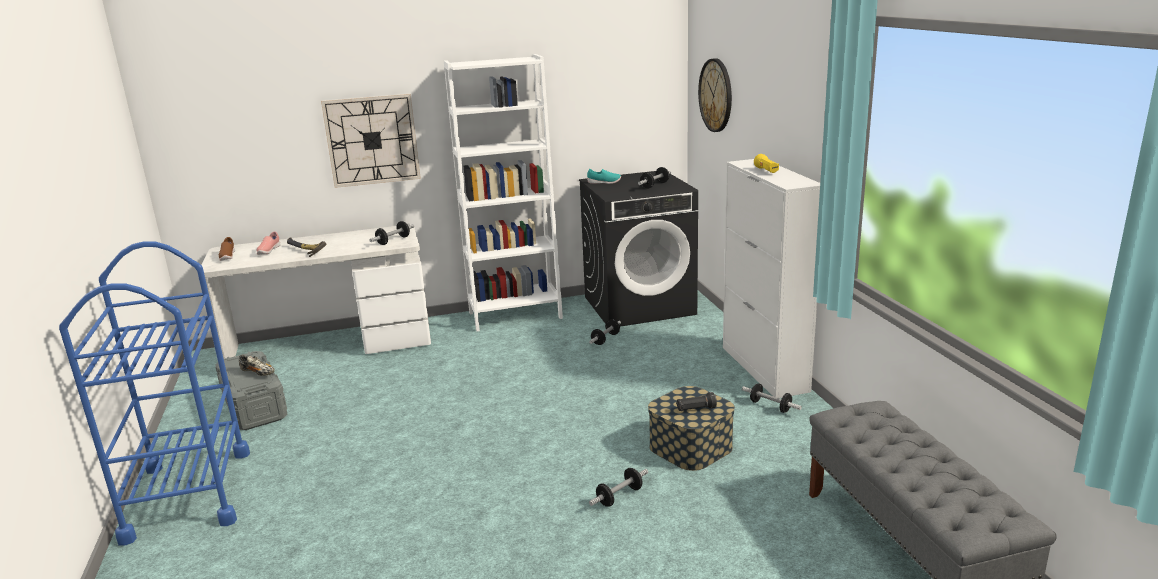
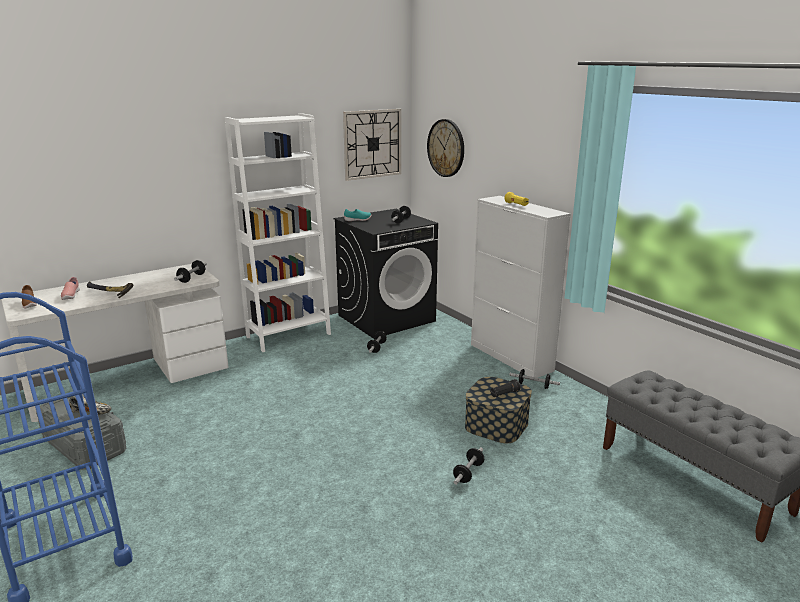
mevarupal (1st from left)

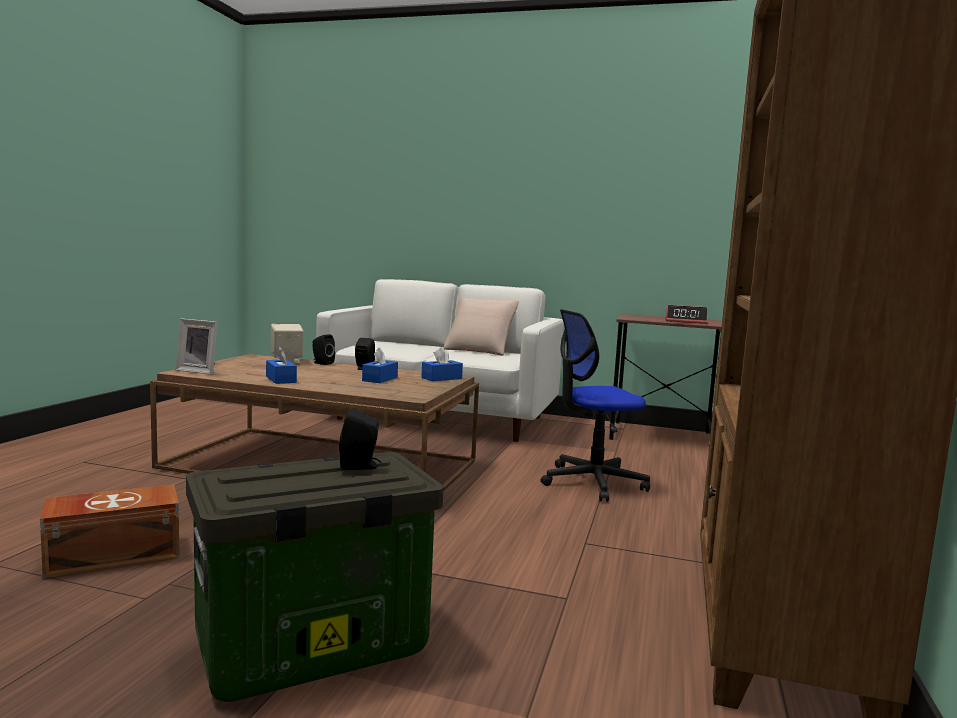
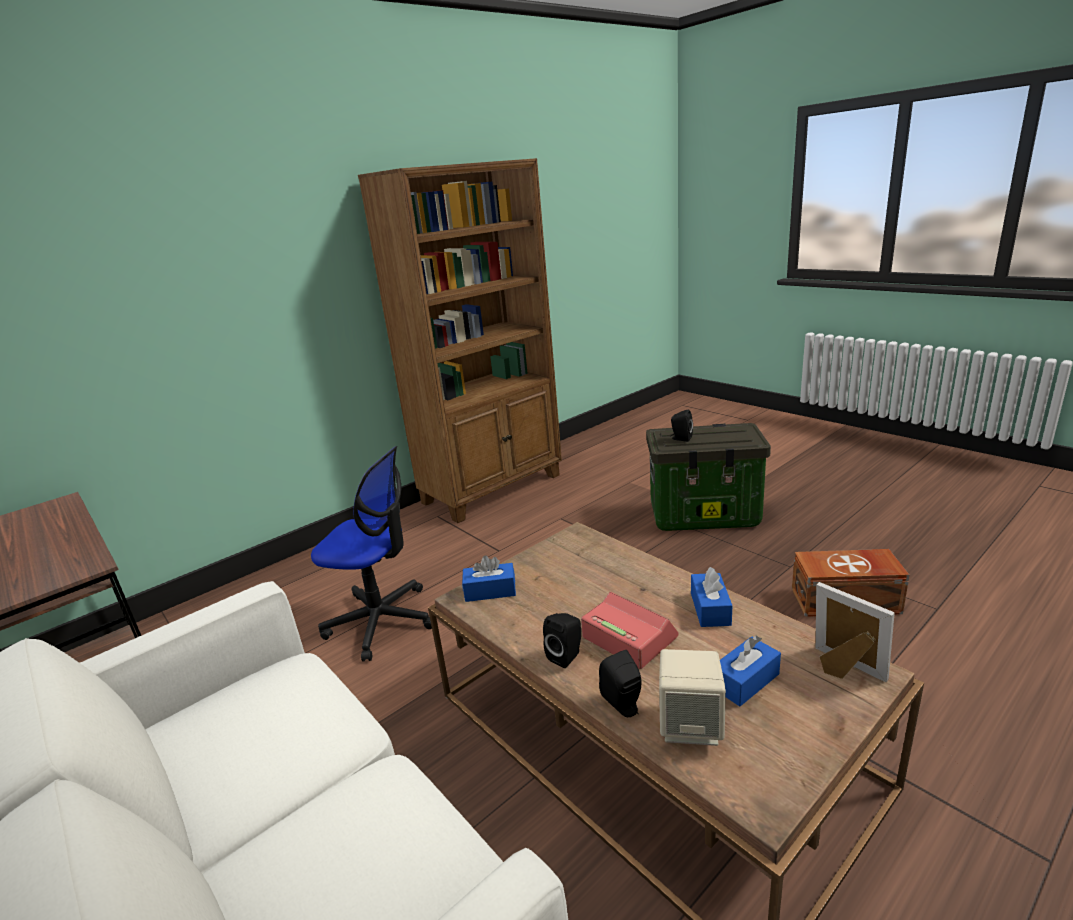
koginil
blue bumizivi (3rd from left)
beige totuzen

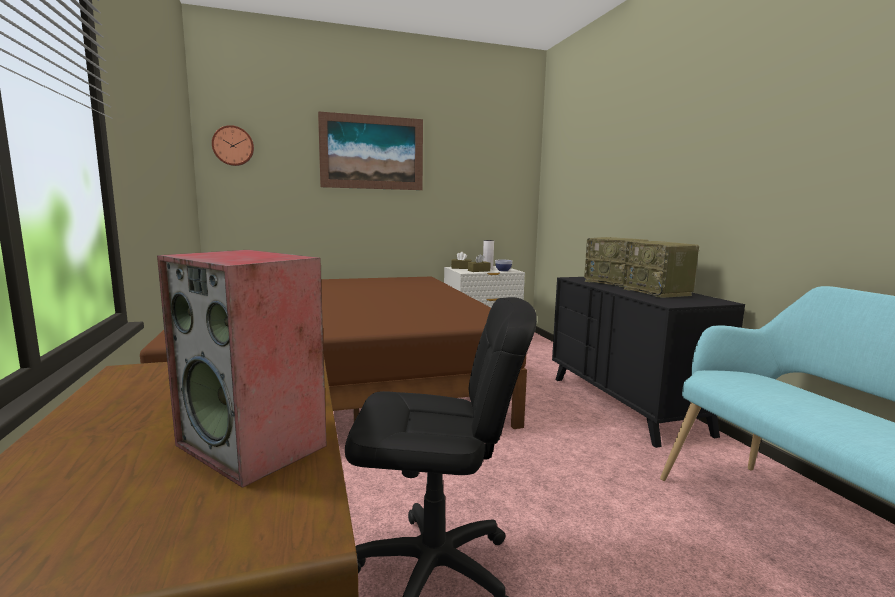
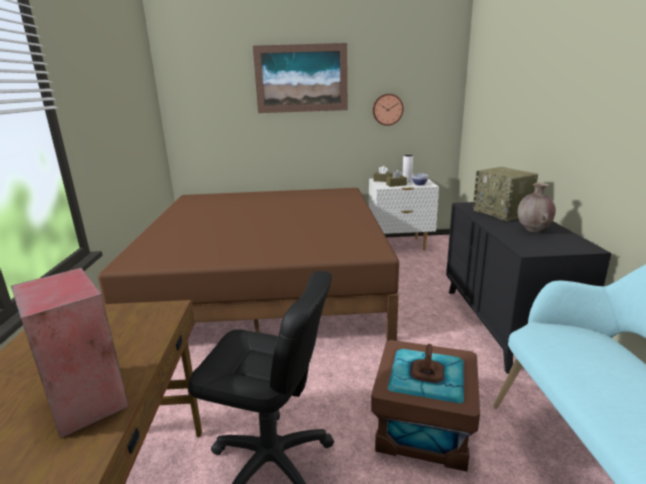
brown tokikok
mevarupal
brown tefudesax

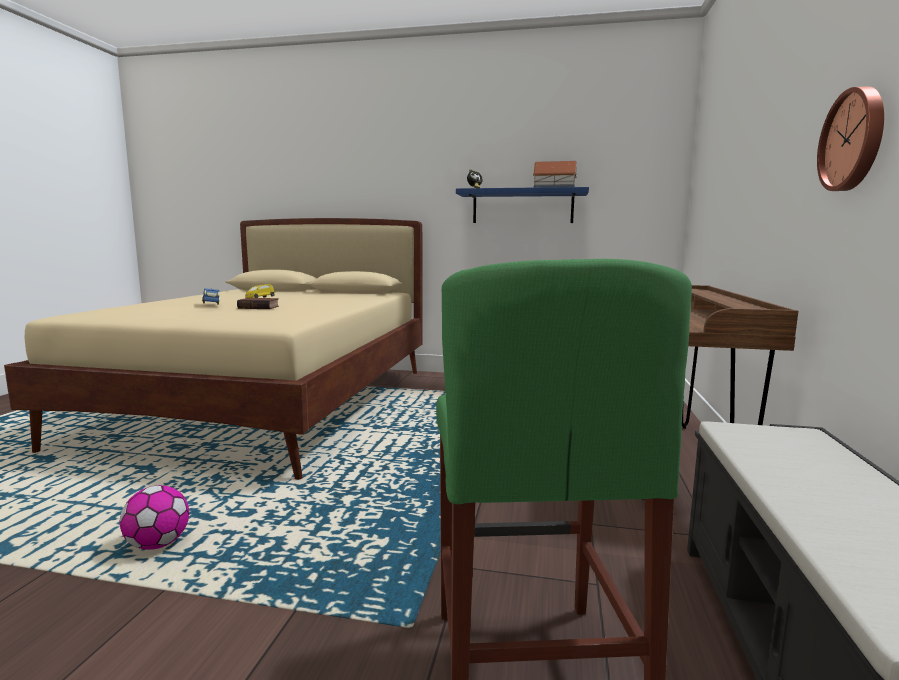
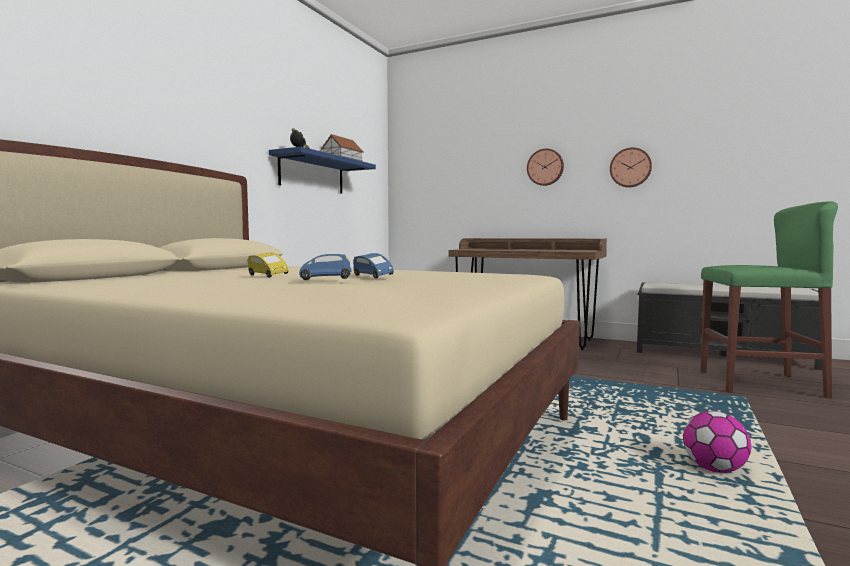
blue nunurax (2nd from left)
mevarupal (1st from left)

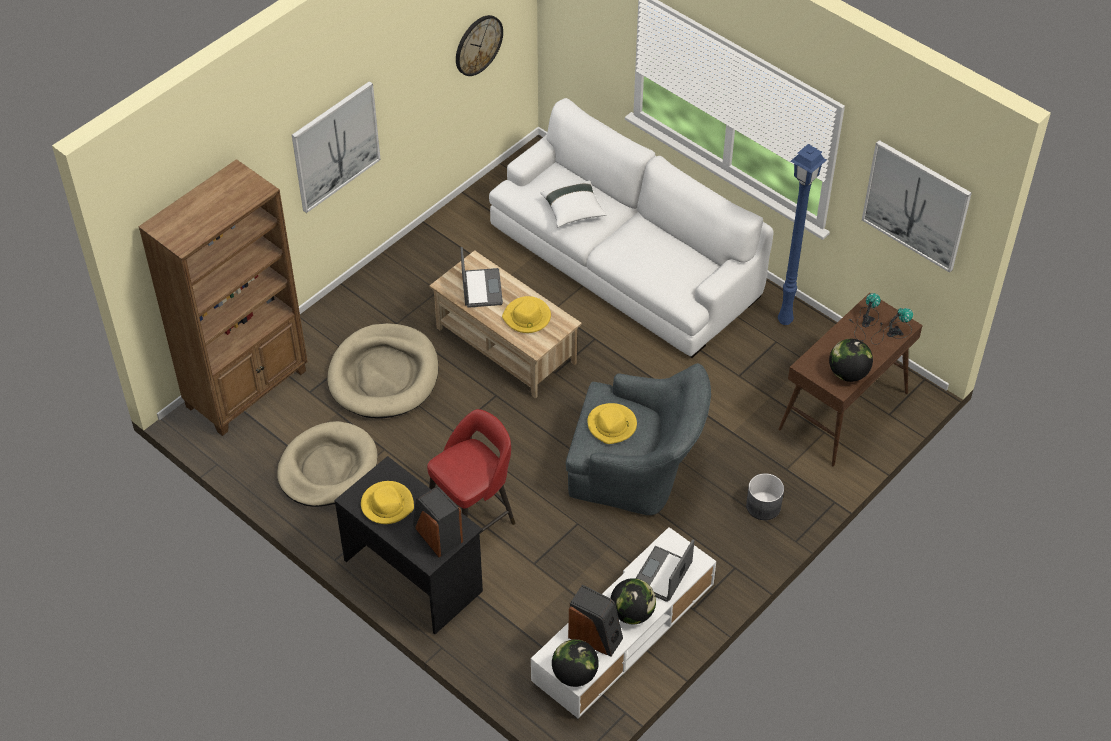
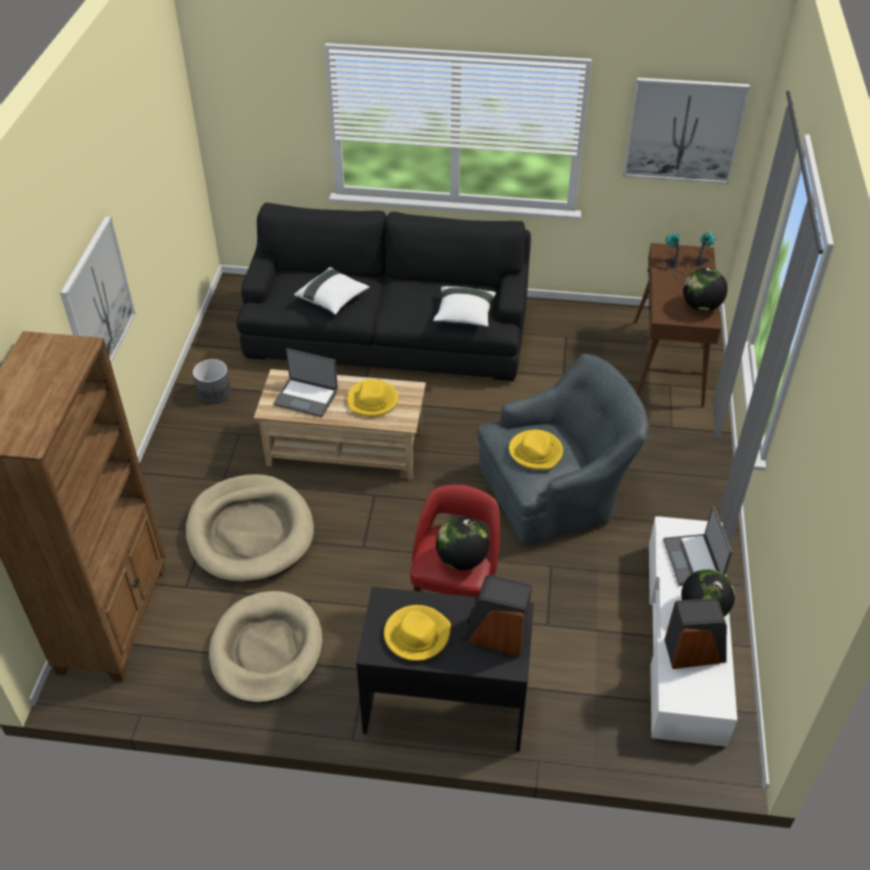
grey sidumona
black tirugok
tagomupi (1st from left)
white totuzen (2nd from left)
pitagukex (1st from left)
mevarupal
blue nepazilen

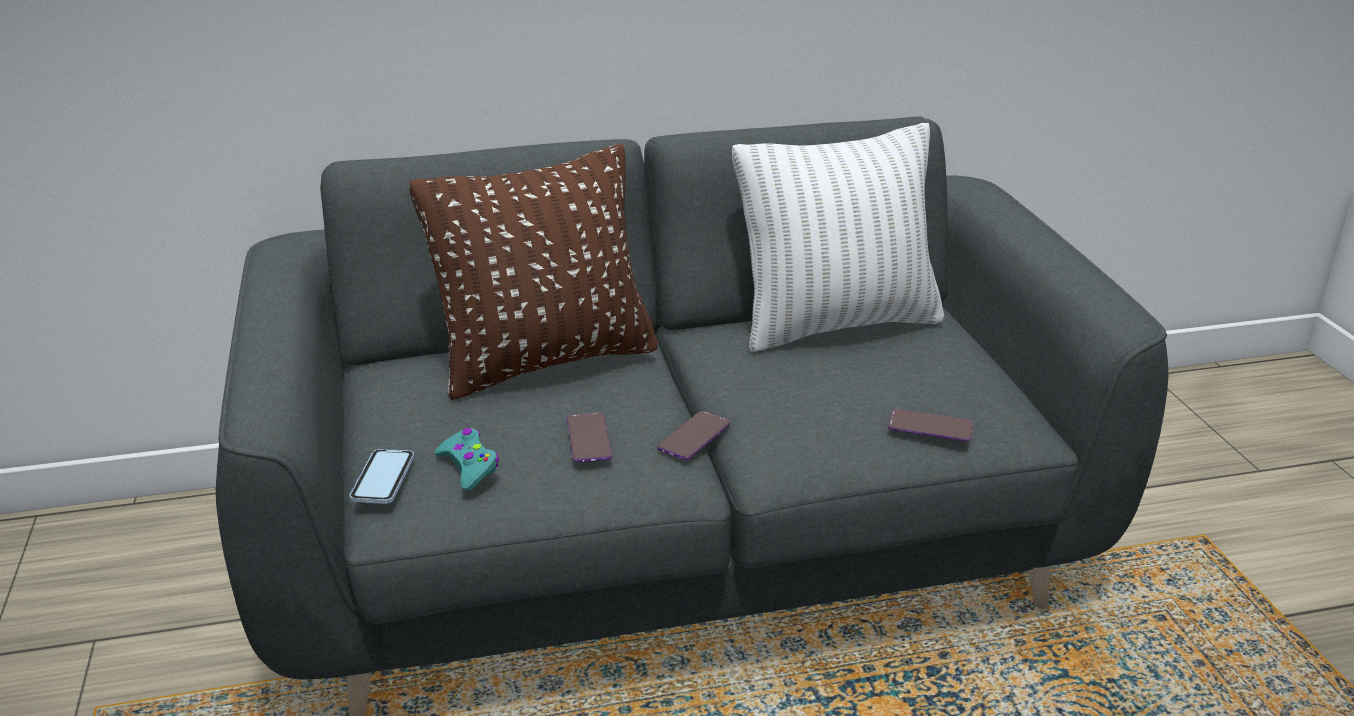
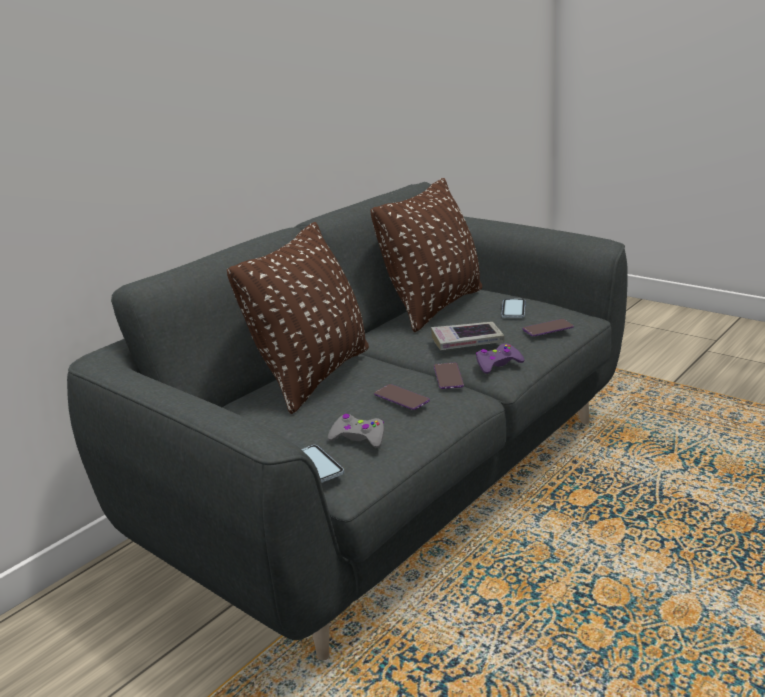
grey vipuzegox
brown totuzen (2nd from left)
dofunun
purple vipuzegox
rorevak (4th from left)

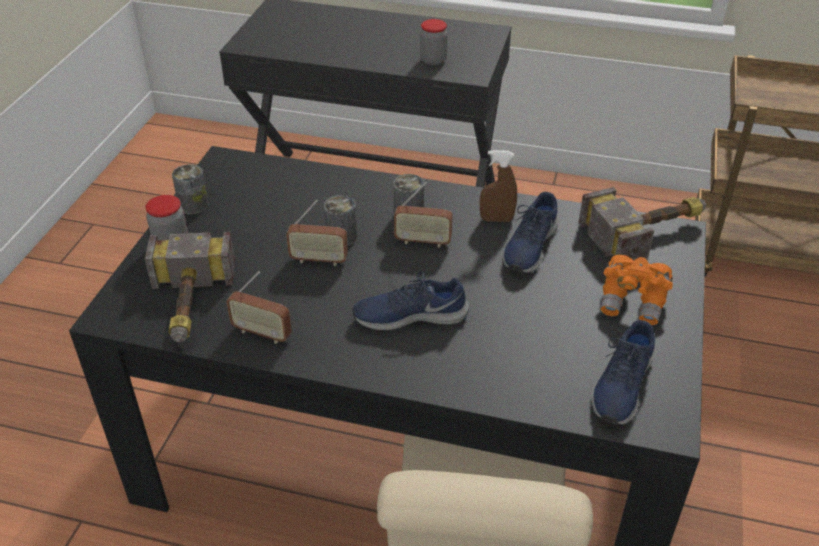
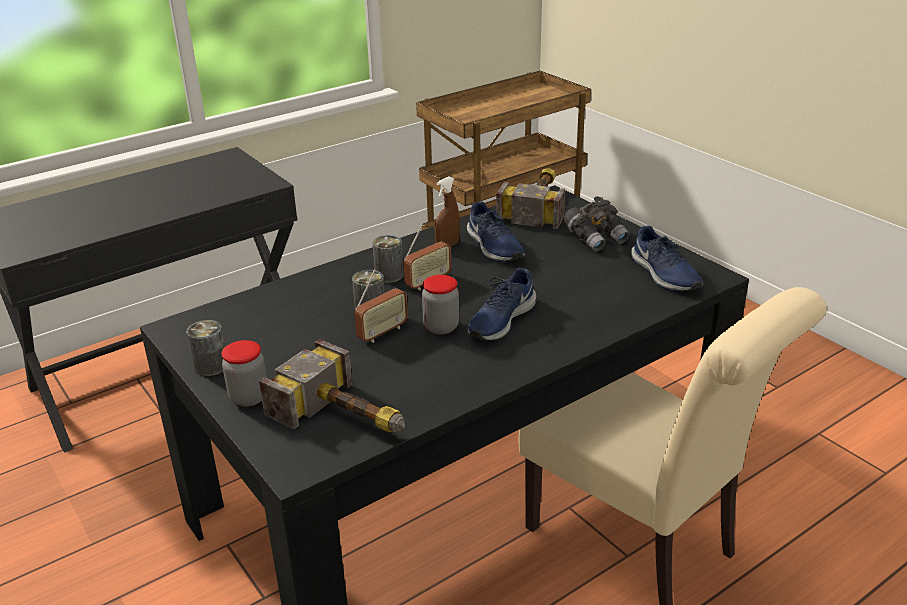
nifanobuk (2nd from left)
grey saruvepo
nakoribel (1st from left in the first image)

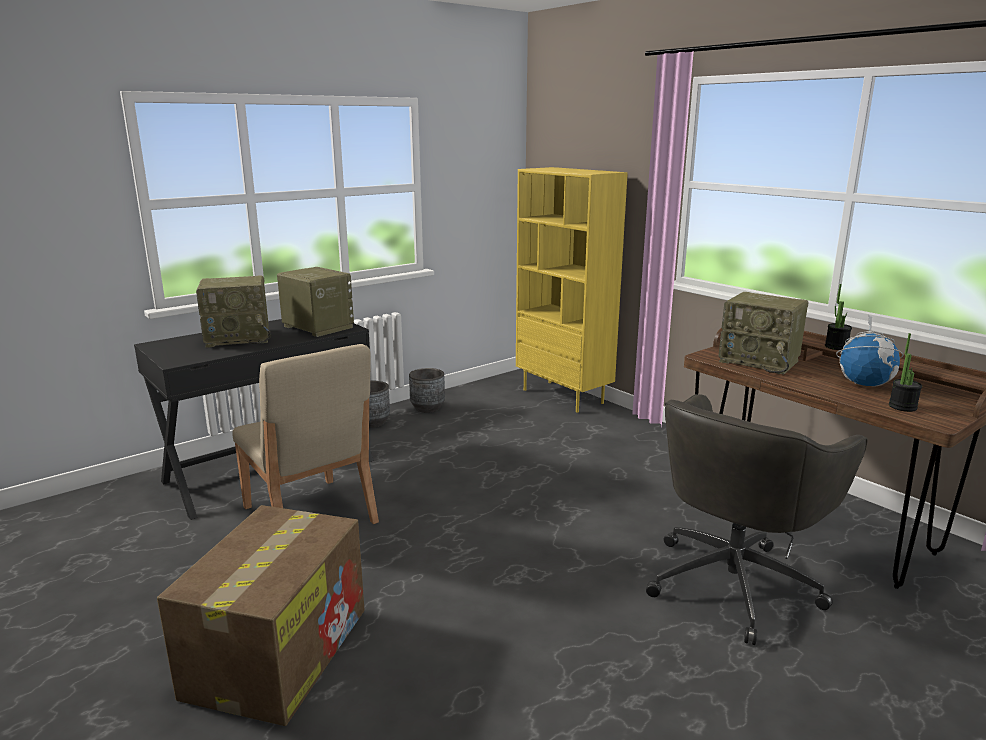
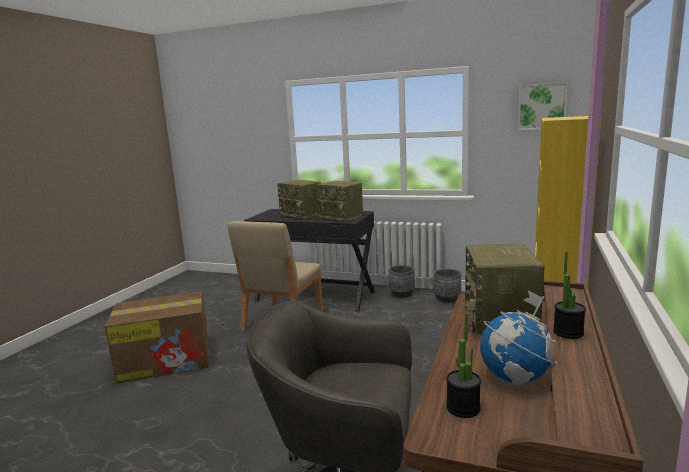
nakoribel (2nd from left)
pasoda

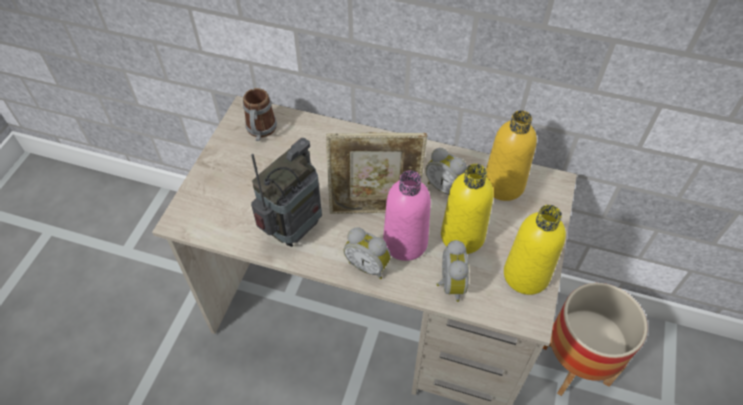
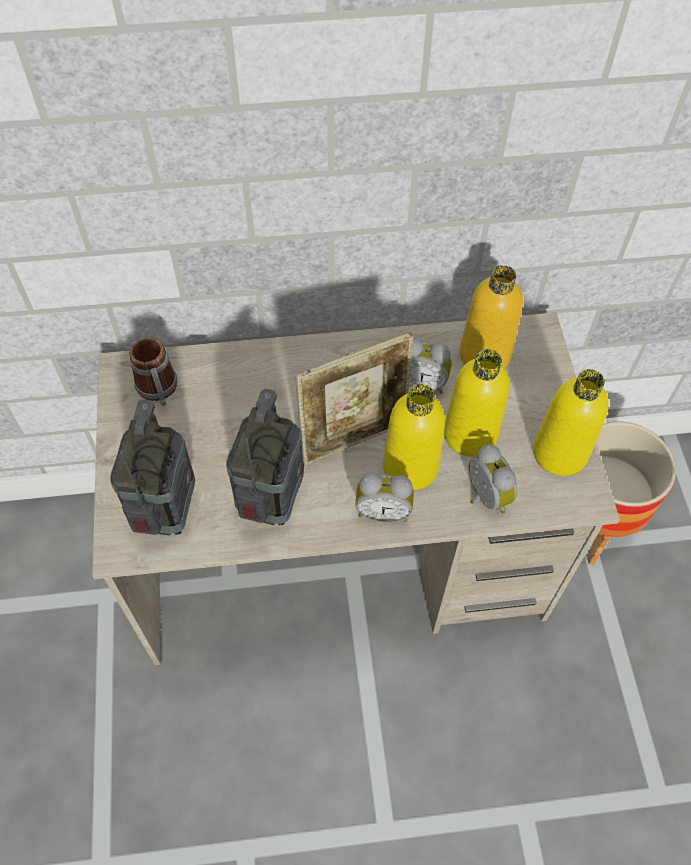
nakoribel (1st from left)
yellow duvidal (1st from left)

